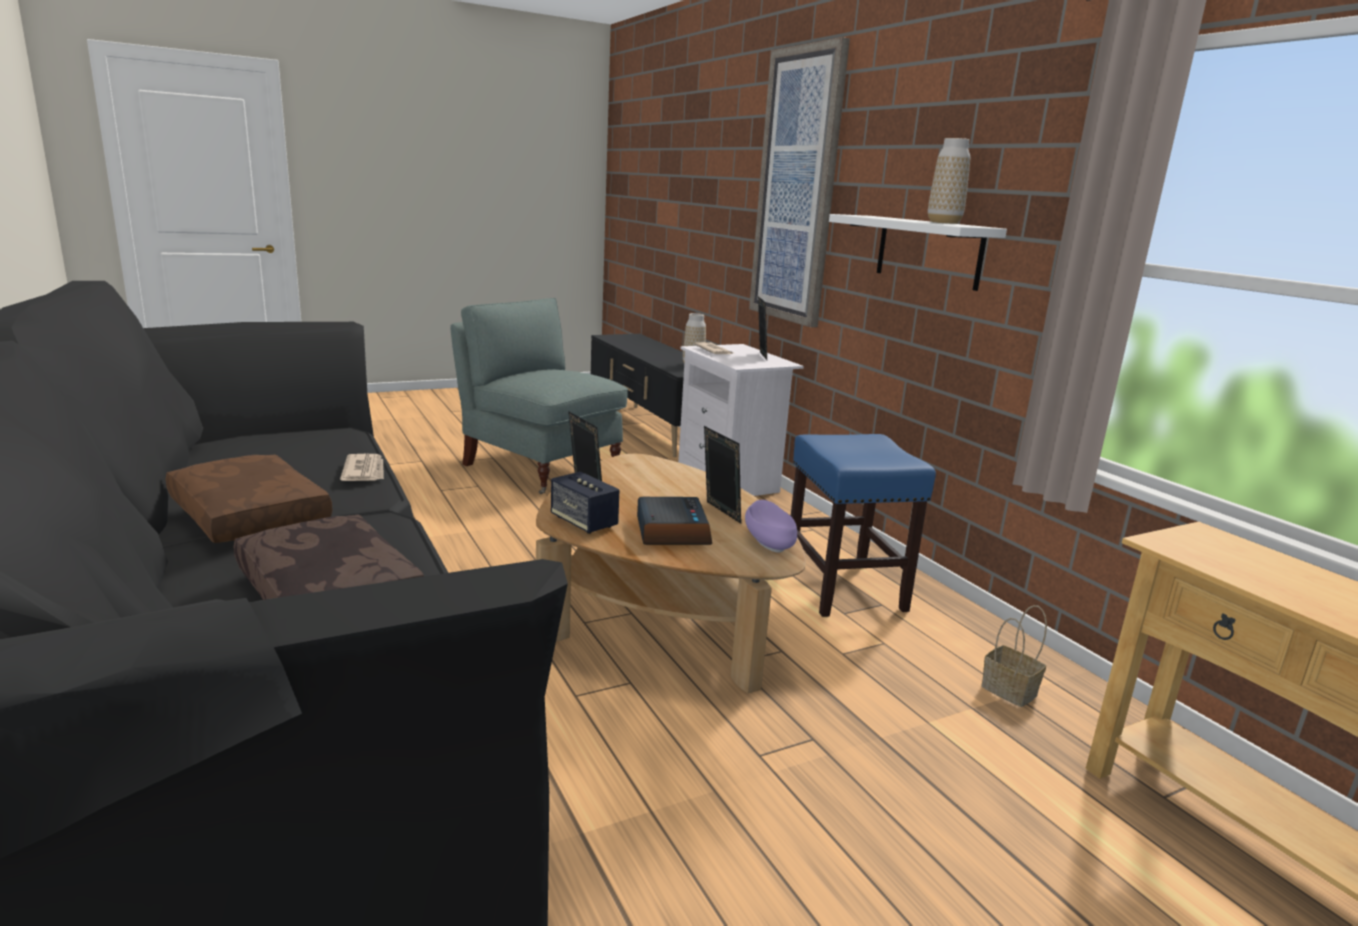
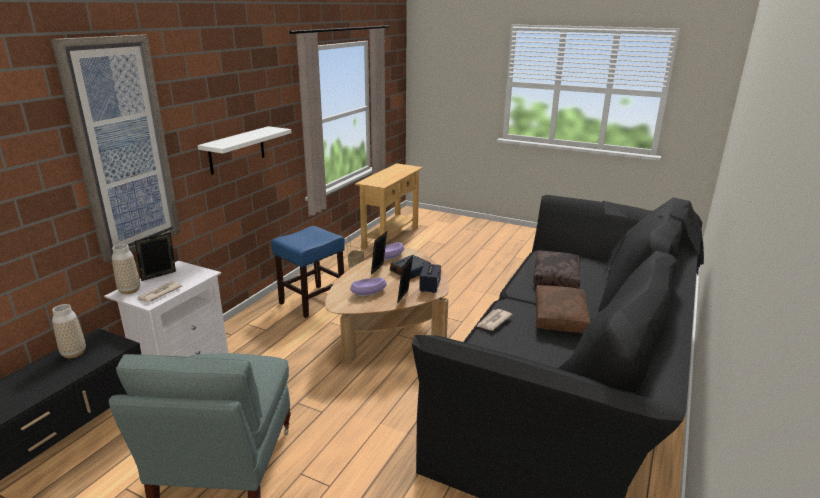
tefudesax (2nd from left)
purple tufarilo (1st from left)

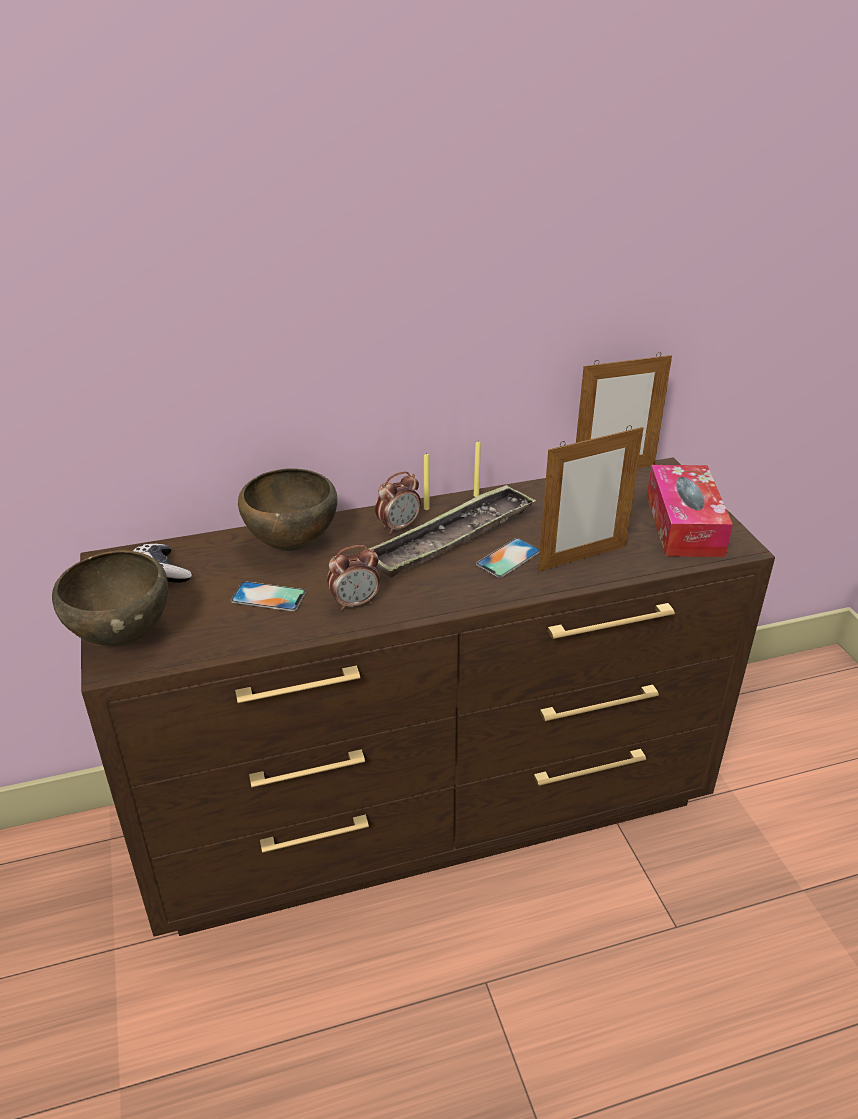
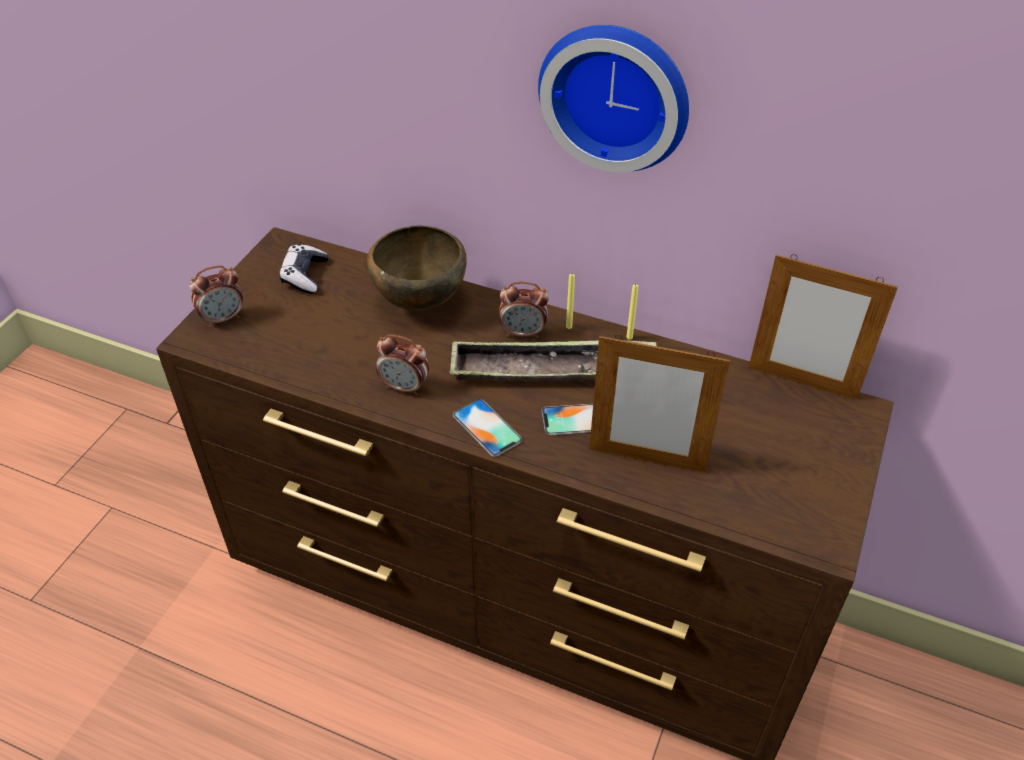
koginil (1st from left)
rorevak (1st from left)
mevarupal
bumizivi

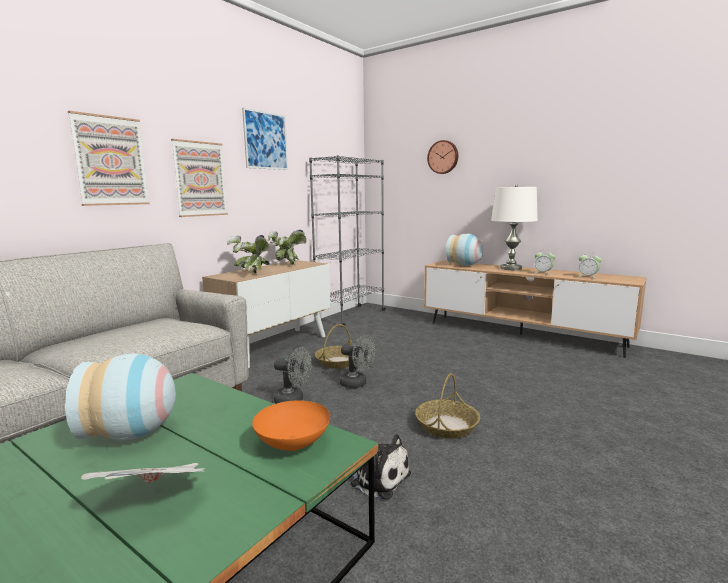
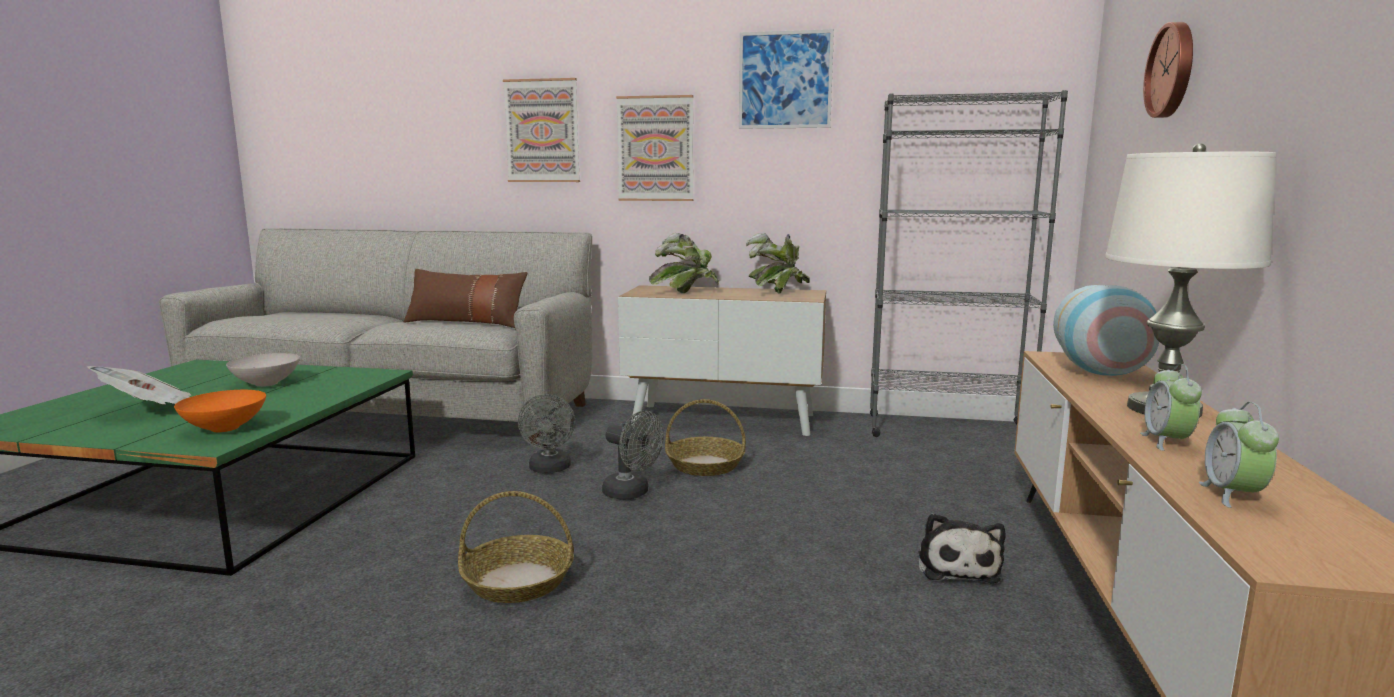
white tufarilo
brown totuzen
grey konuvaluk (2nd from left)
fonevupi

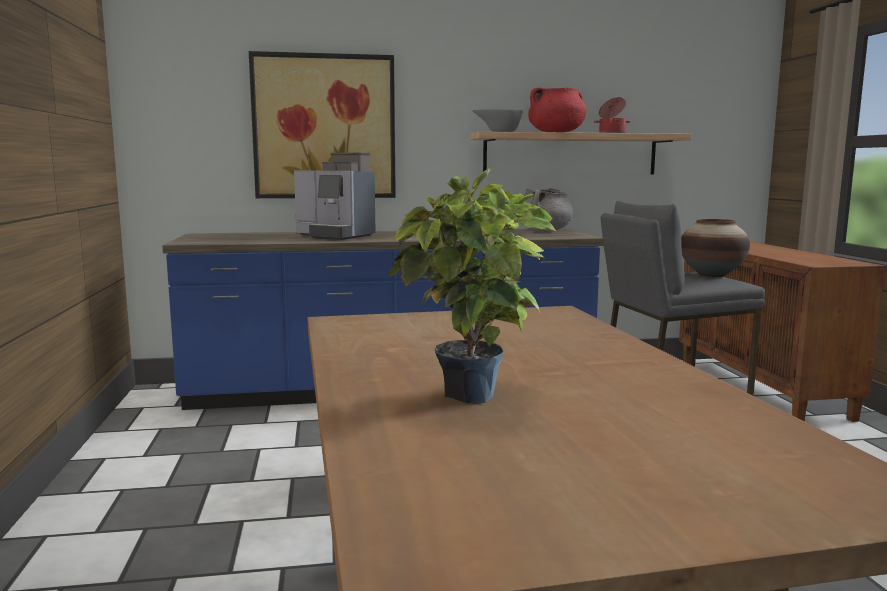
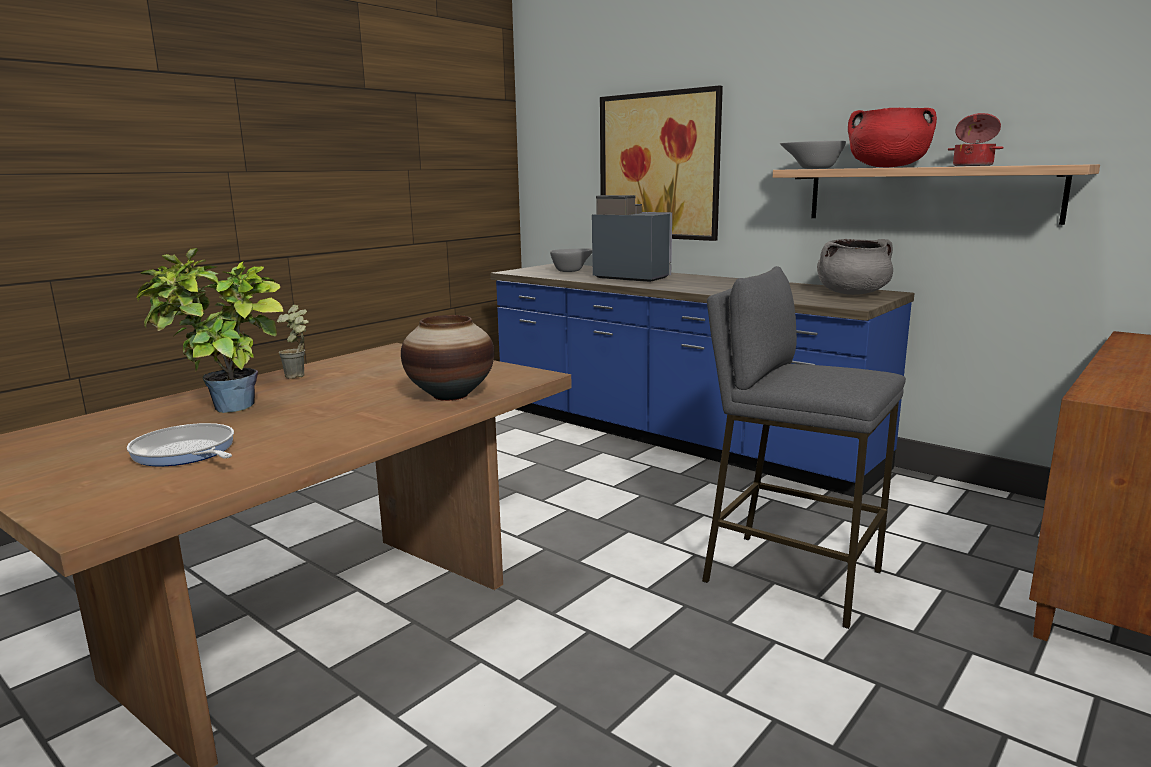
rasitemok
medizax (2nd from left)
tefudesax
grey tufarilo (1st from left)
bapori

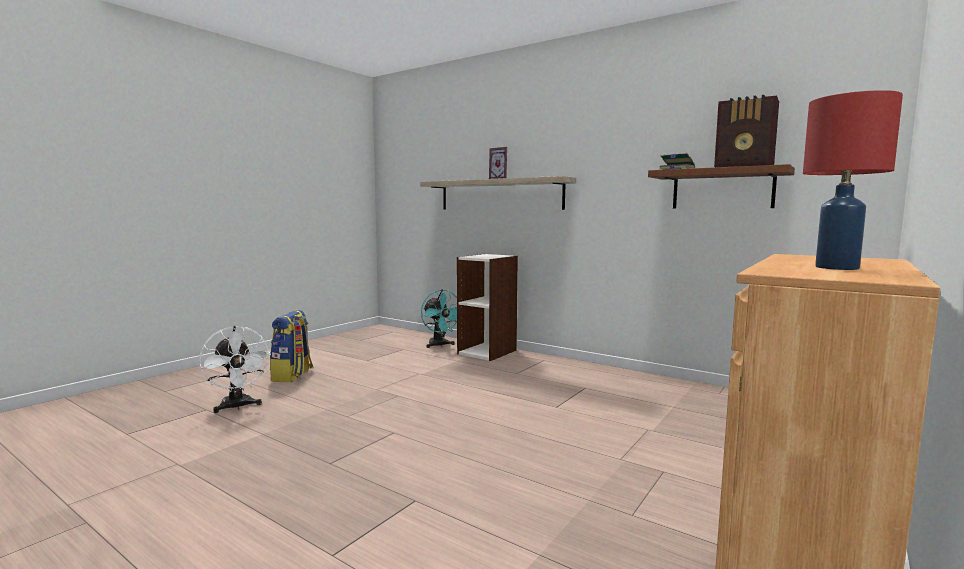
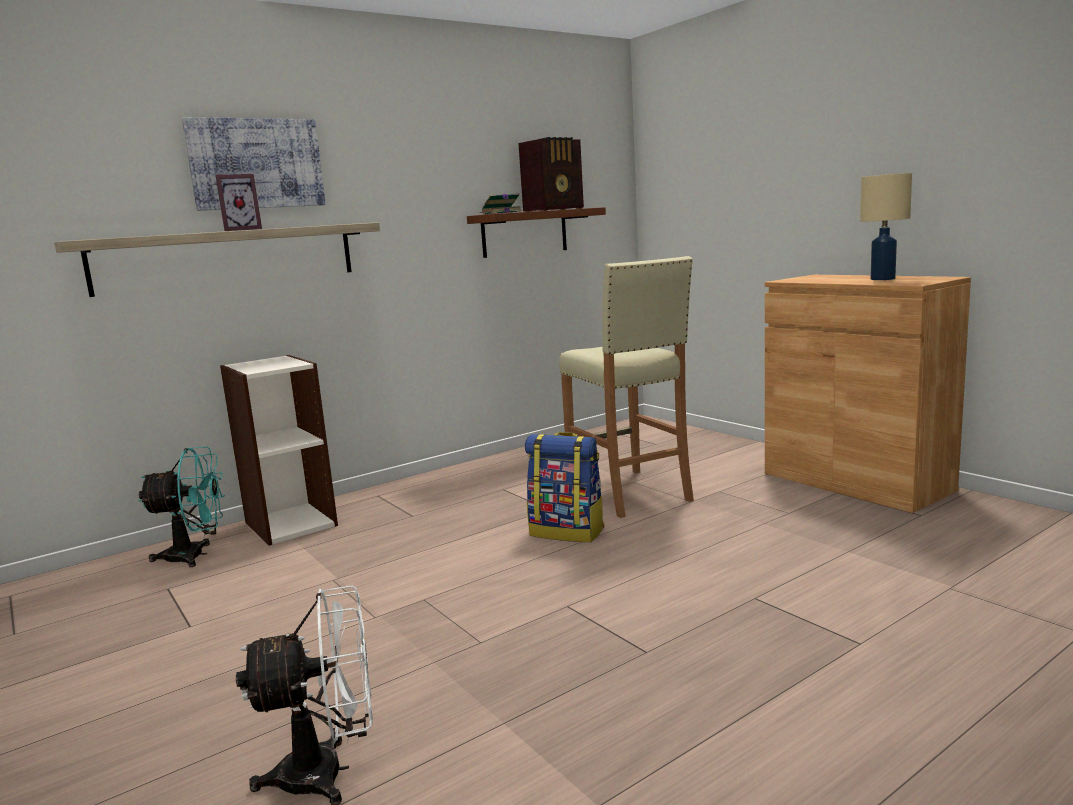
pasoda
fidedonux
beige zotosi
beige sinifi

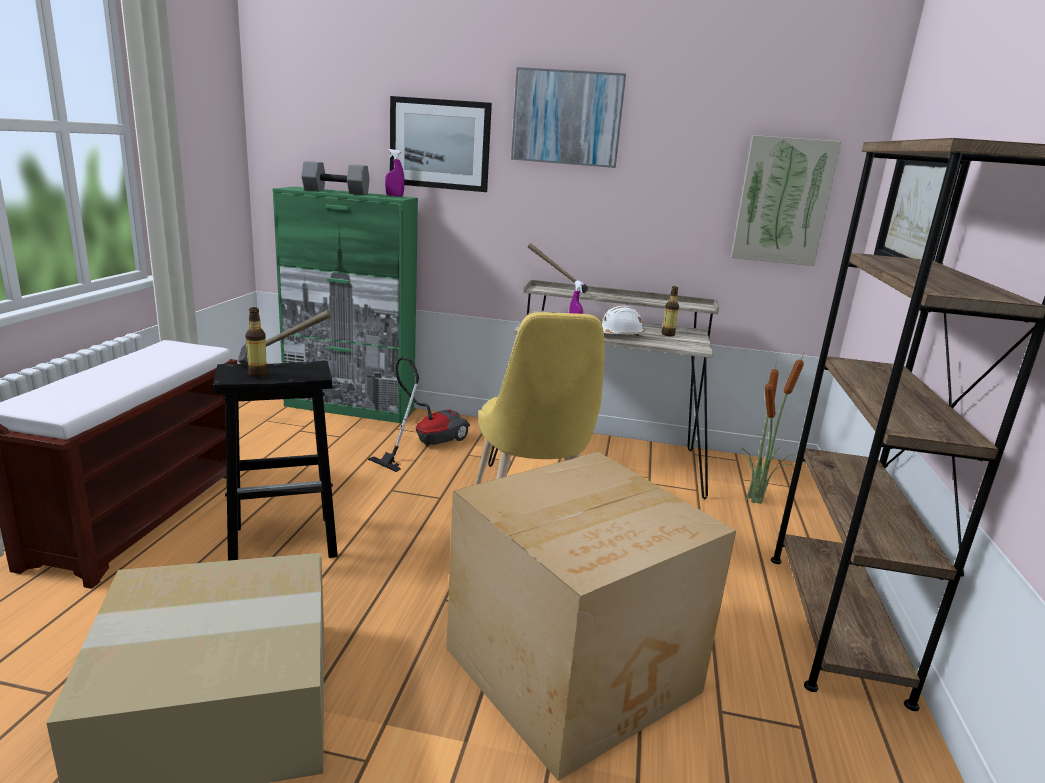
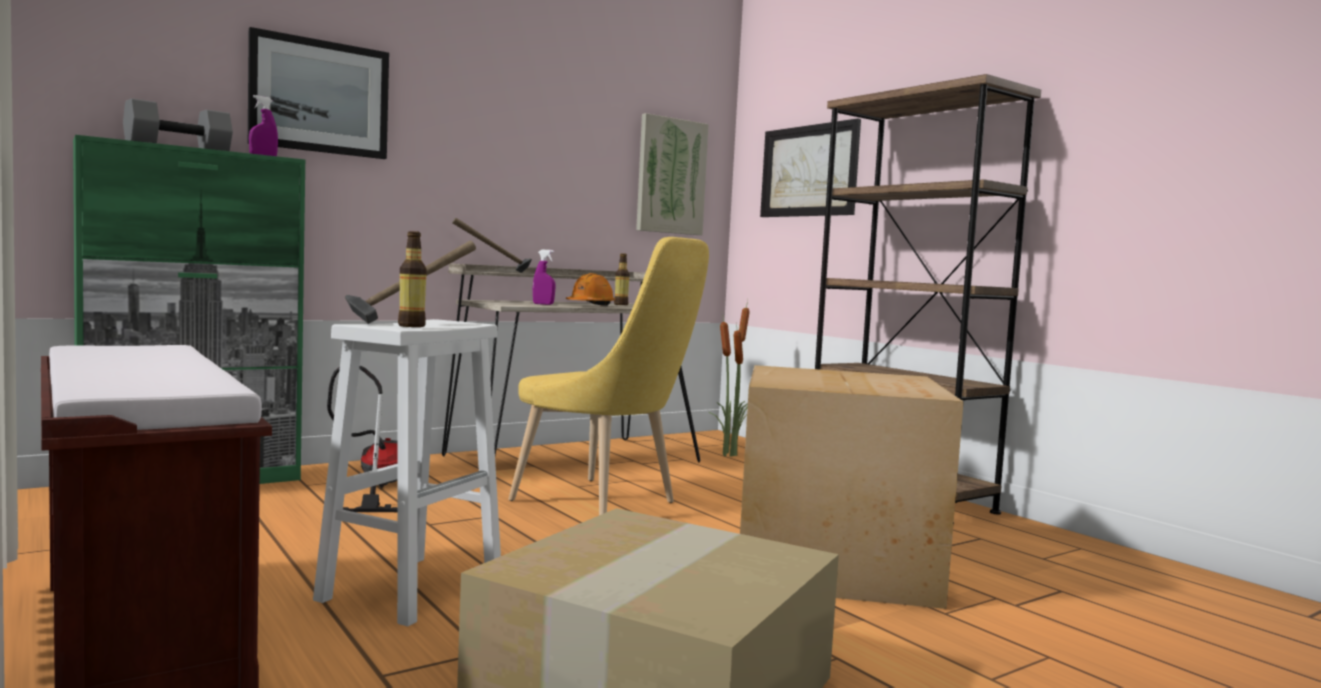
white zotosi
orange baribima
pasoda (2nd from left in the first image)

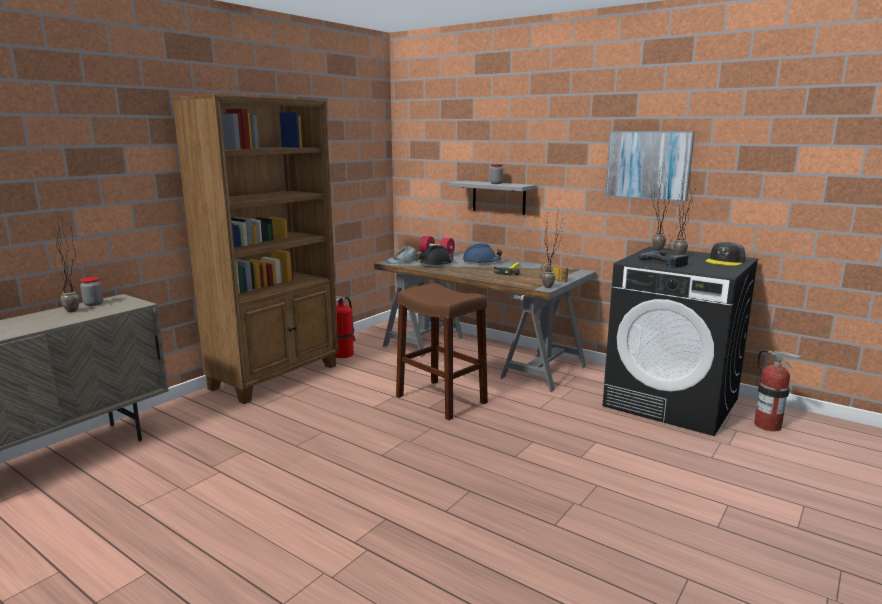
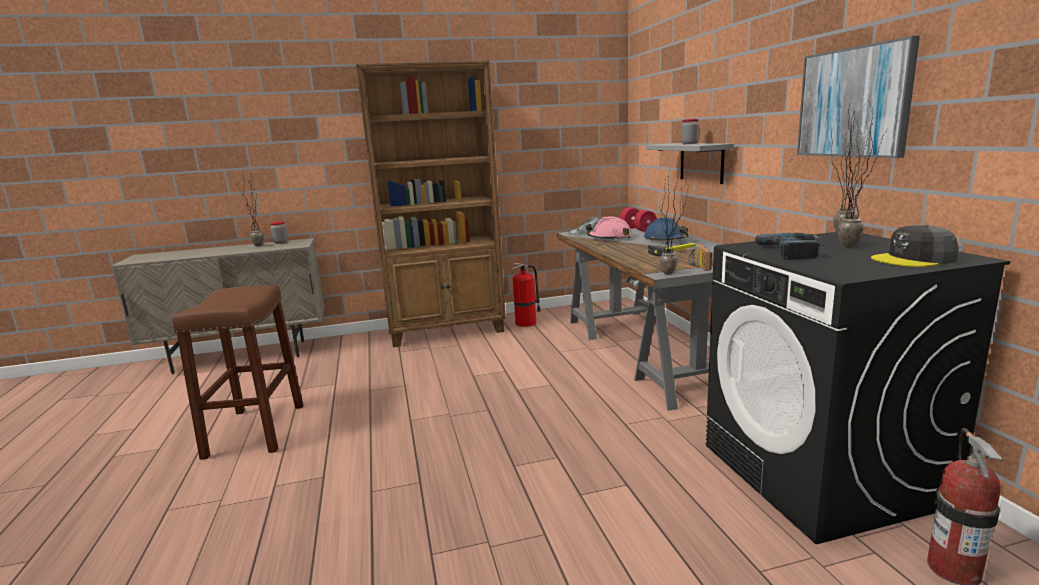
brown zotosi
pink baribima

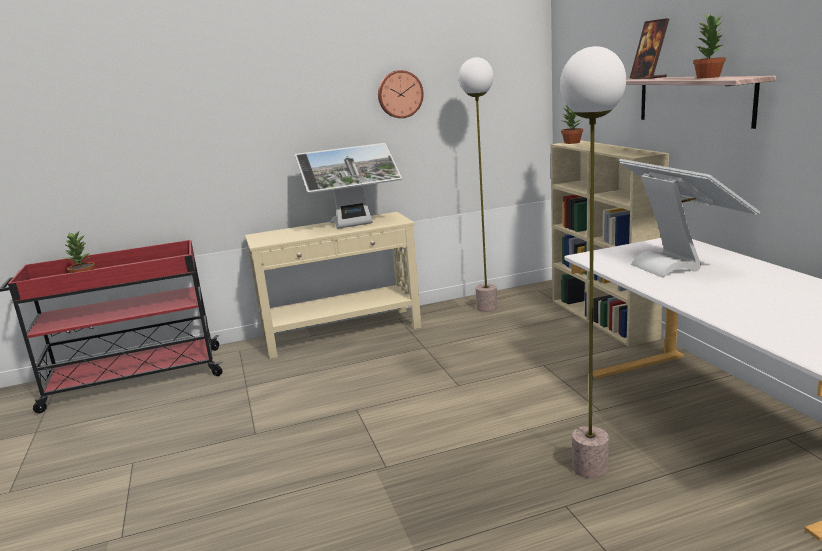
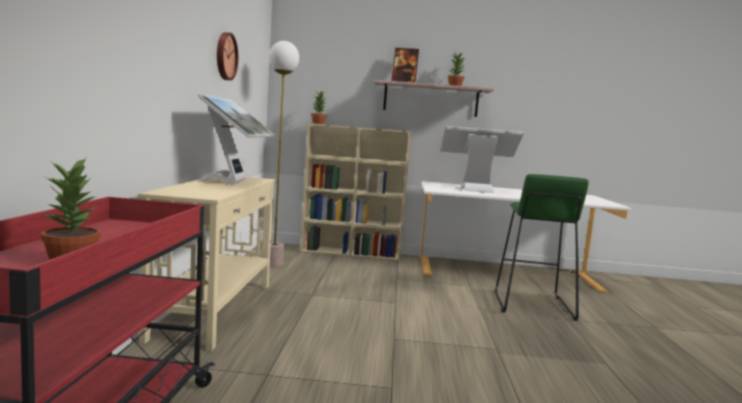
green zotosi

